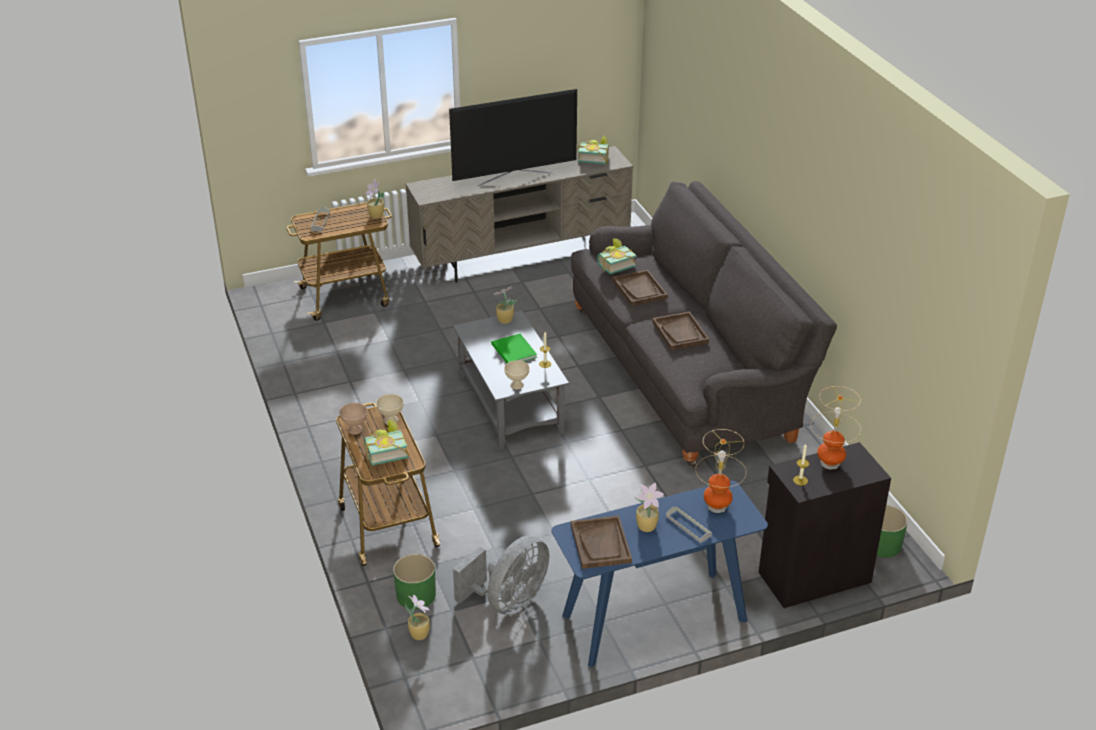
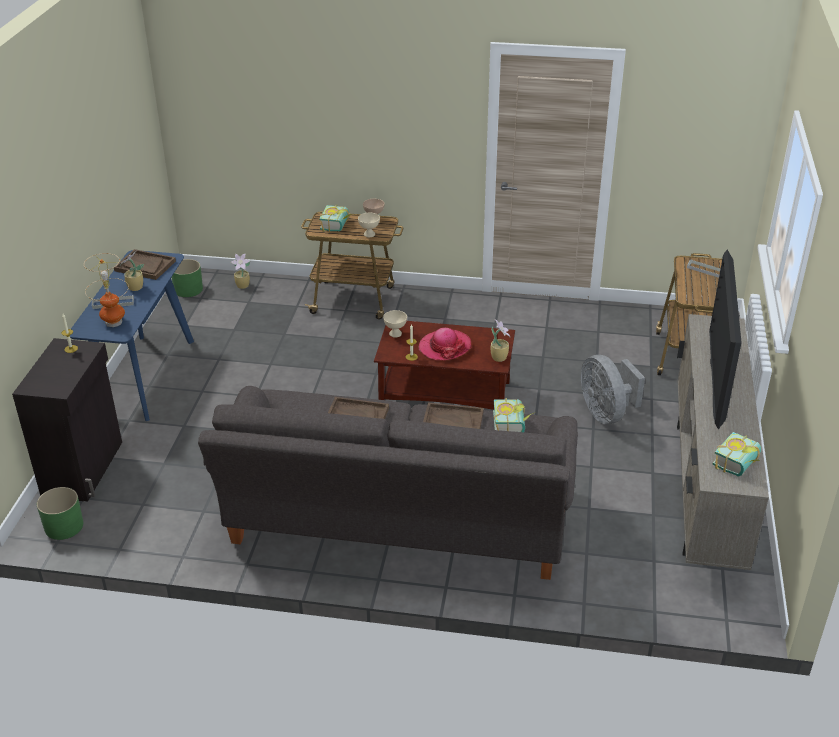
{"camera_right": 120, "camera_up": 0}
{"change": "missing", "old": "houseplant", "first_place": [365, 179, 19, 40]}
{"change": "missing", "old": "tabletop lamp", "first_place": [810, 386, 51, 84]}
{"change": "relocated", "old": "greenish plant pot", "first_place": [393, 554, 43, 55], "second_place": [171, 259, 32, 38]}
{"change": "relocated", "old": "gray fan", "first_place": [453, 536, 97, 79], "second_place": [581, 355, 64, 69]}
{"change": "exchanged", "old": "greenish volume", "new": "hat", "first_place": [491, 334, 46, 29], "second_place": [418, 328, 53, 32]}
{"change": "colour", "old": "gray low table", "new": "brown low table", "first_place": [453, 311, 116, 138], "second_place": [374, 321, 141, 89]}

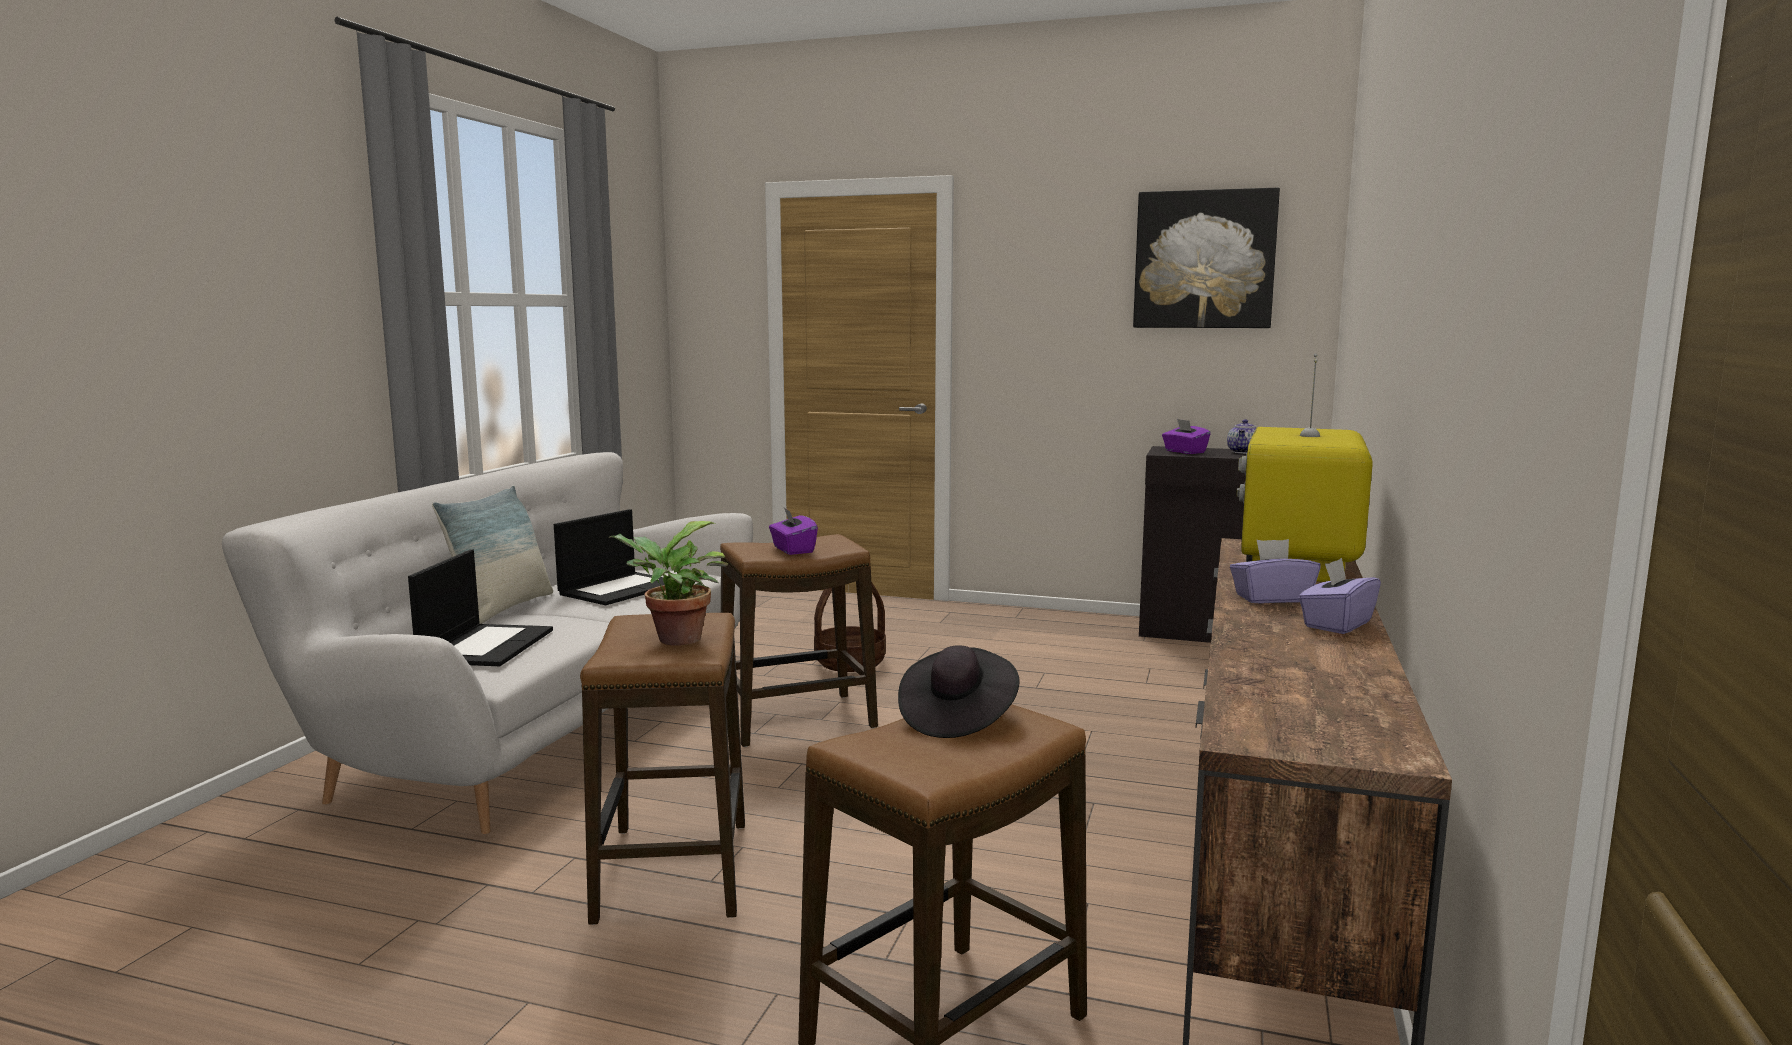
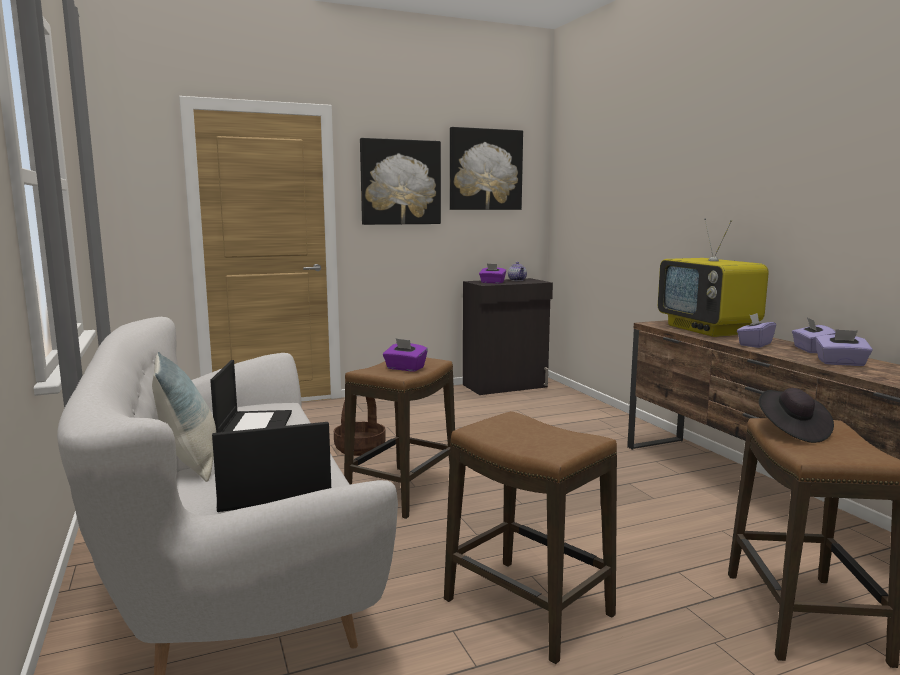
{"camera_right": -40, "camera_up": 0}
{"change": "missing", "old": "houseplant", "first_place": [609, 521, 119, 124]}
{"change": "appeared", "new": "wall picture", "second_place": [360, 138, 81, 87]}
{"change": "appeared", "new": "purplish box of tissues", "second_place": [815, 329, 58, 37]}
{"change": "spun", "old": "notebook computer", "first_place": [408, 550, 145, 116], "second_place": [212, 422, 119, 90], "degrees": -75}

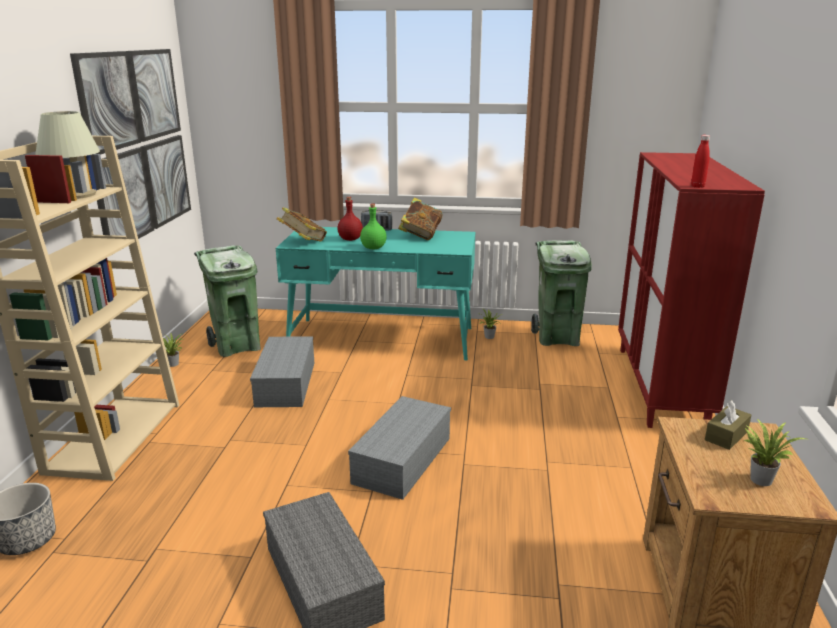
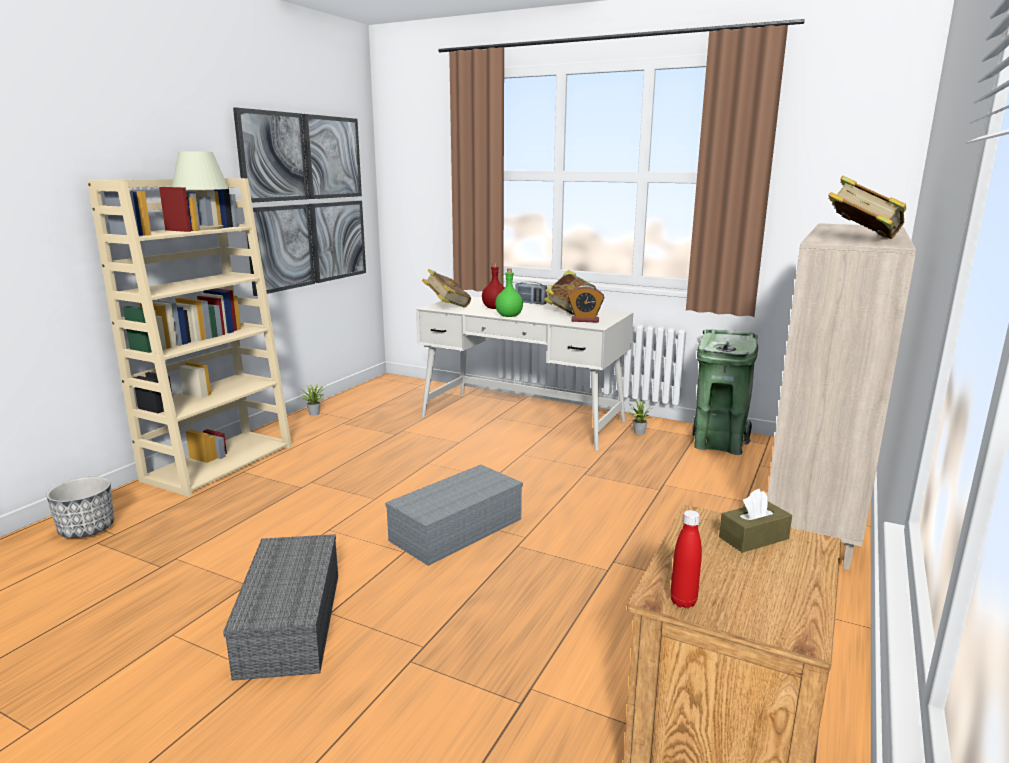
{"camera_right": 20, "camera_up": -5}
{"change": "missing", "old": "greenish waste bin", "first_place": [194, 245, 67, 112]}
{"change": "missing", "old": "gray storage bin", "first_place": [250, 336, 64, 71]}
{"change": "missing", "old": "houseplant", "first_place": [744, 419, 62, 67]}
{"change": "appeared", "new": "bedside clock", "second_place": [568, 285, 36, 38]}
{"change": "appeared", "new": "volume", "second_place": [829, 176, 77, 63]}
{"change": "relocated", "old": "red-coloured beverage bottle", "first_place": [691, 135, 19, 53], "second_place": [670, 510, 32, 98]}
{"change": "colour", "old": "turquoise-coloured desk table", "new": "white desk table", "first_place": [276, 227, 199, 133], "second_place": [416, 296, 217, 154]}
{"change": "colour", "old": "red-coloured cabinet", "new": "beige-coloured cabinet", "first_place": [618, 152, 147, 276], "second_place": [767, 223, 149, 347]}

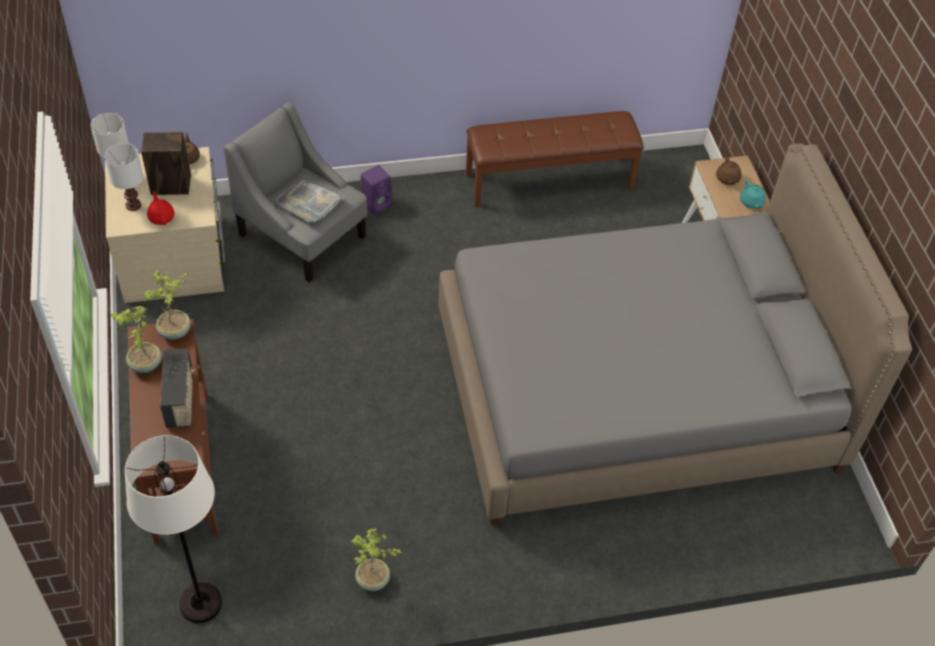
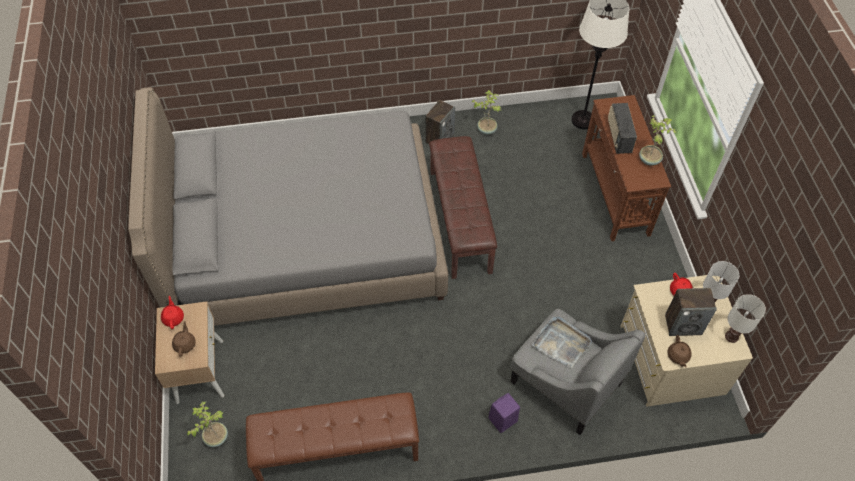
{"camera_right": -175, "camera_up": 5}
{"change": "appeared", "new": "speaker", "second_place": [426, 100, 29, 44]}
{"change": "appeared", "new": "brown indoor bench", "second_place": [429, 136, 68, 143]}
{"change": "relocated", "old": "houseplant", "first_place": [143, 270, 48, 69], "second_place": [187, 402, 41, 45]}
{"change": "colour", "old": "turquoise-coloured teapot", "new": "red-coloured teapot", "first_place": [740, 180, 26, 29], "second_place": [161, 296, 23, 33]}

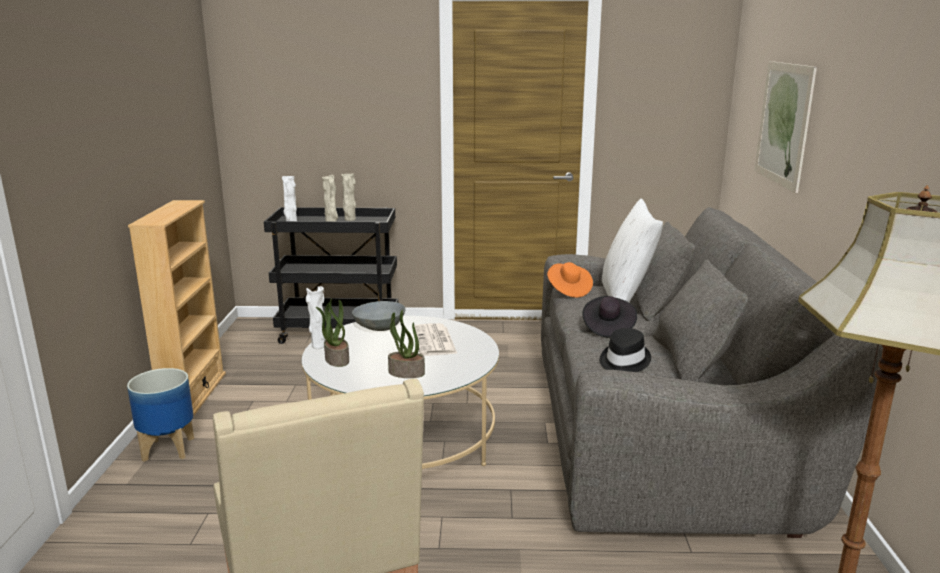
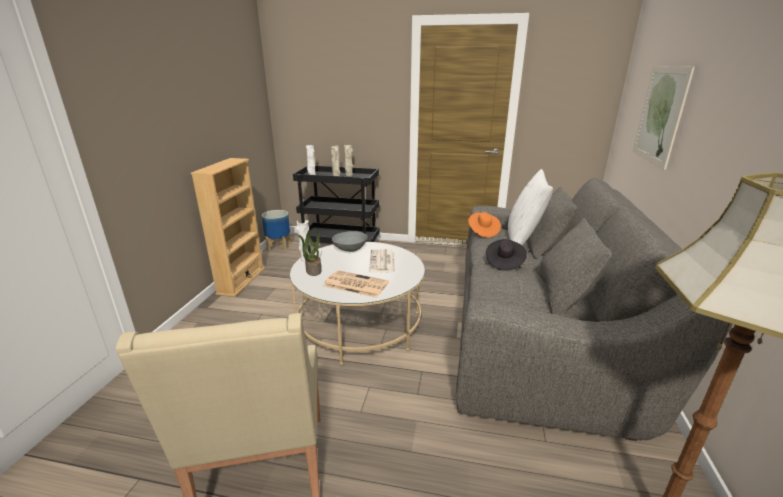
{"camera_right": 10, "camera_up": 5}
{"change": "missing", "old": "blackish hat", "first_place": [600, 328, 51, 44]}
{"change": "relocated", "old": "plant pot", "first_place": [127, 368, 67, 94], "second_place": [262, 210, 29, 41]}
{"change": "exchanged", "old": "houseplant", "new": "printed paper", "first_place": [388, 310, 37, 68], "second_place": [323, 270, 66, 28]}

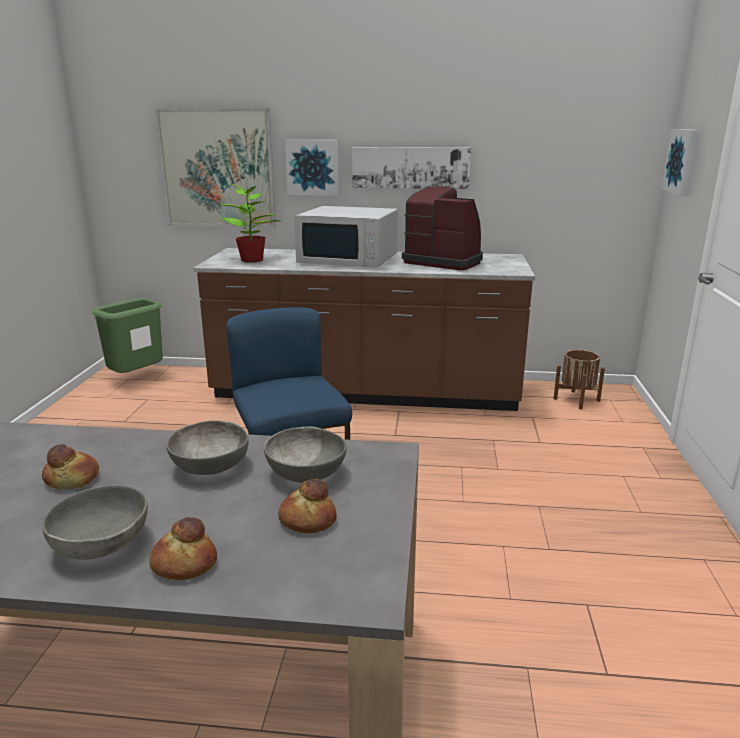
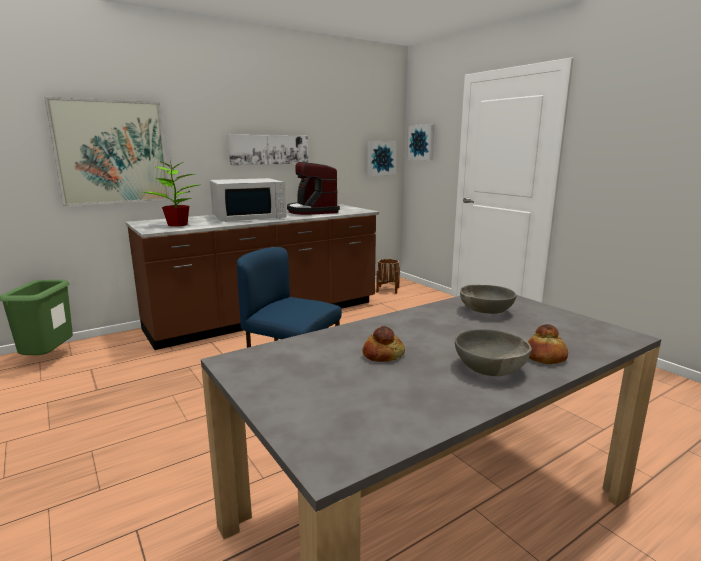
{"camera_right": -40, "camera_up": -5}
{"change": "missing", "old": "gray serving bowl", "first_place": [166, 420, 83, 55]}
{"change": "missing", "old": "bread", "first_place": [278, 479, 59, 54]}
{"change": "relocated", "old": "wall picture", "first_place": [285, 140, 55, 56], "second_place": [367, 141, 29, 35]}
{"change": "spun", "old": "coffee machine", "first_place": [402, 186, 81, 84], "second_place": [287, 162, 53, 53], "degrees": -105}

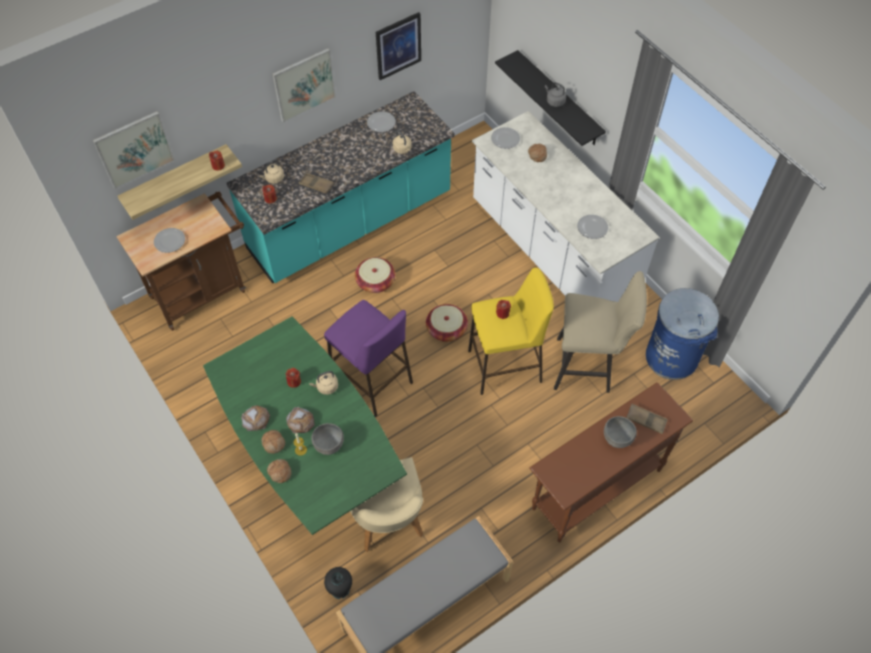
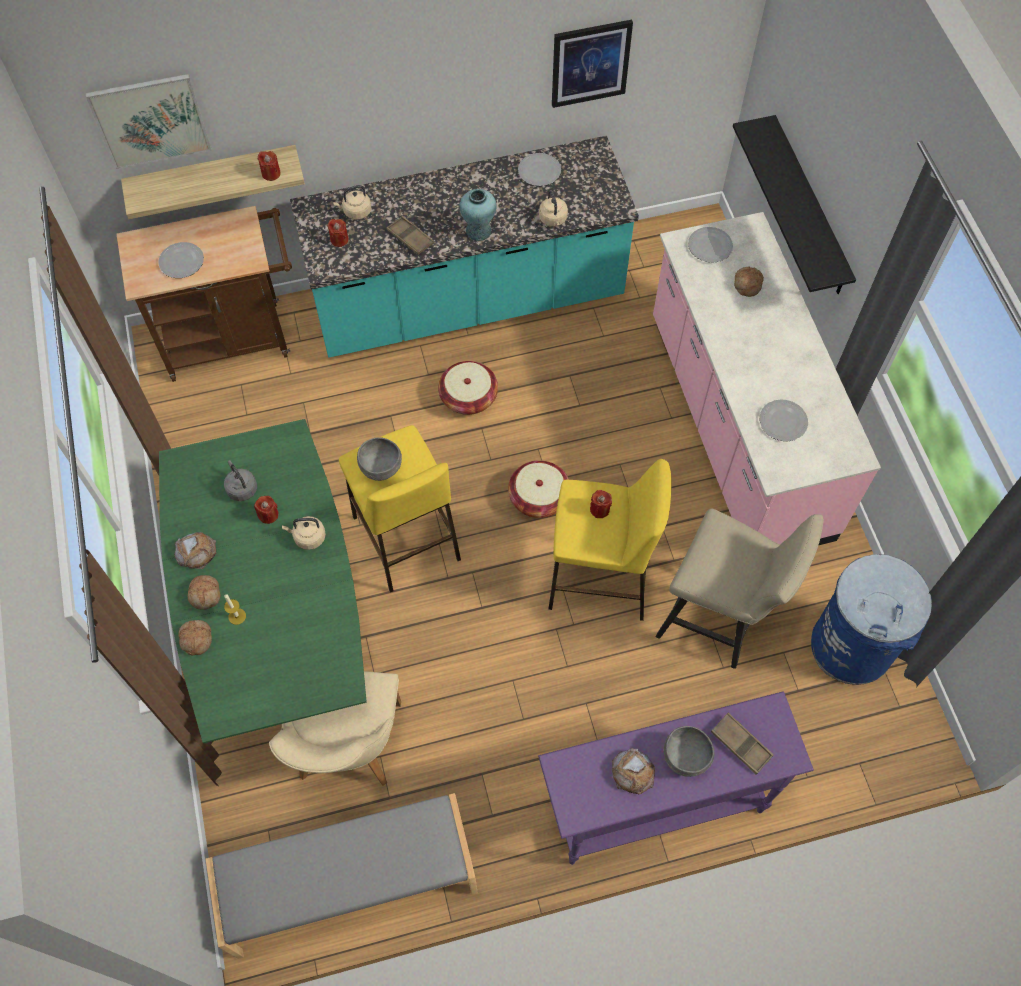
{"camera_right": 20, "camera_up": 5}
{"change": "missing", "old": "wall picture", "first_place": [273, 48, 63, 74]}
{"change": "missing", "old": "blackish flower vase", "first_place": [324, 567, 28, 32]}
{"change": "appeared", "new": "turquoise-coloured flower vase", "second_place": [460, 189, 37, 52]}
{"change": "relocated", "old": "bread", "first_place": [286, 407, 29, 26], "second_place": [612, 748, 43, 47]}
{"change": "relocated", "old": "gray serving bowl", "first_place": [311, 423, 33, 32], "second_place": [357, 437, 45, 44]}
{"change": "relocated", "old": "gray kettle", "first_place": [545, 82, 21, 25], "second_place": [224, 460, 33, 41]}
{"change": "colour", "old": "purplish sitting stool", "new": "yellow sitting stool", "first_place": [324, 300, 89, 117], "second_place": [339, 425, 122, 167]}
{"change": "colour", "old": "white counter", "new": "pink-coloured counter", "first_place": [472, 111, 188, 191], "second_place": [653, 212, 228, 333]}
{"change": "colour", "old": "brown narrow table", "new": "purplish narrow table", "first_place": [529, 382, 164, 160], "second_place": [538, 691, 276, 174]}

